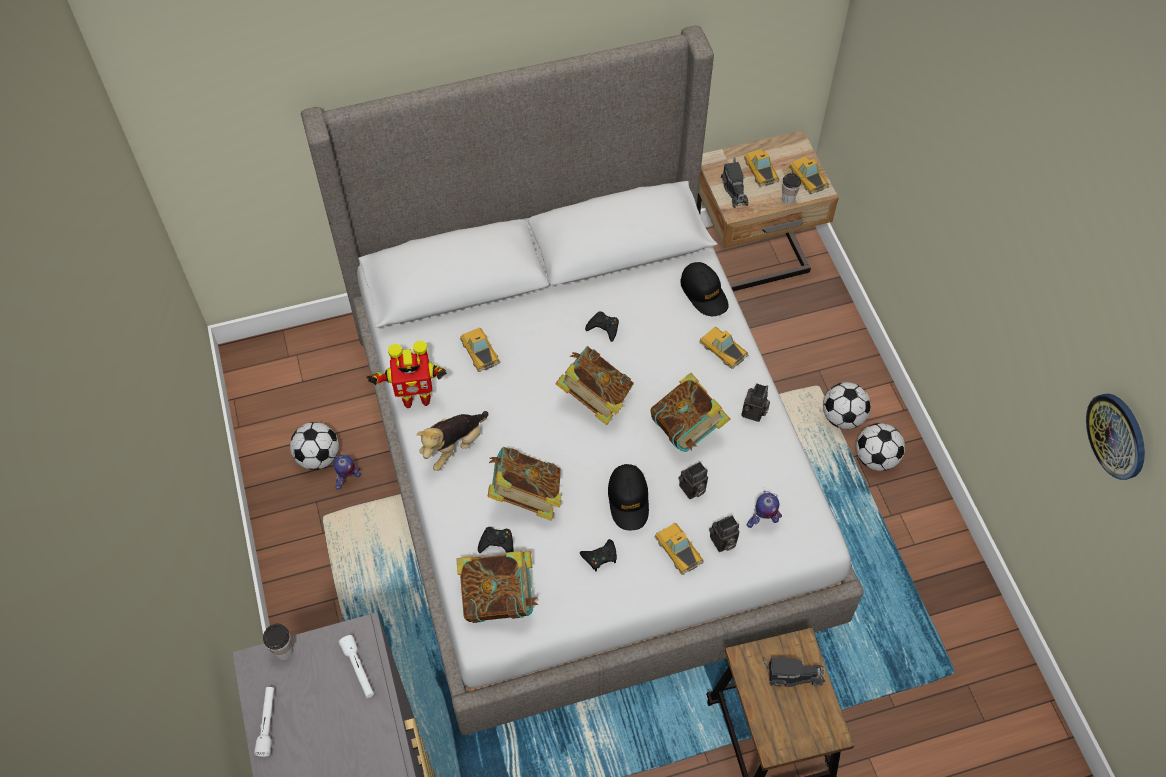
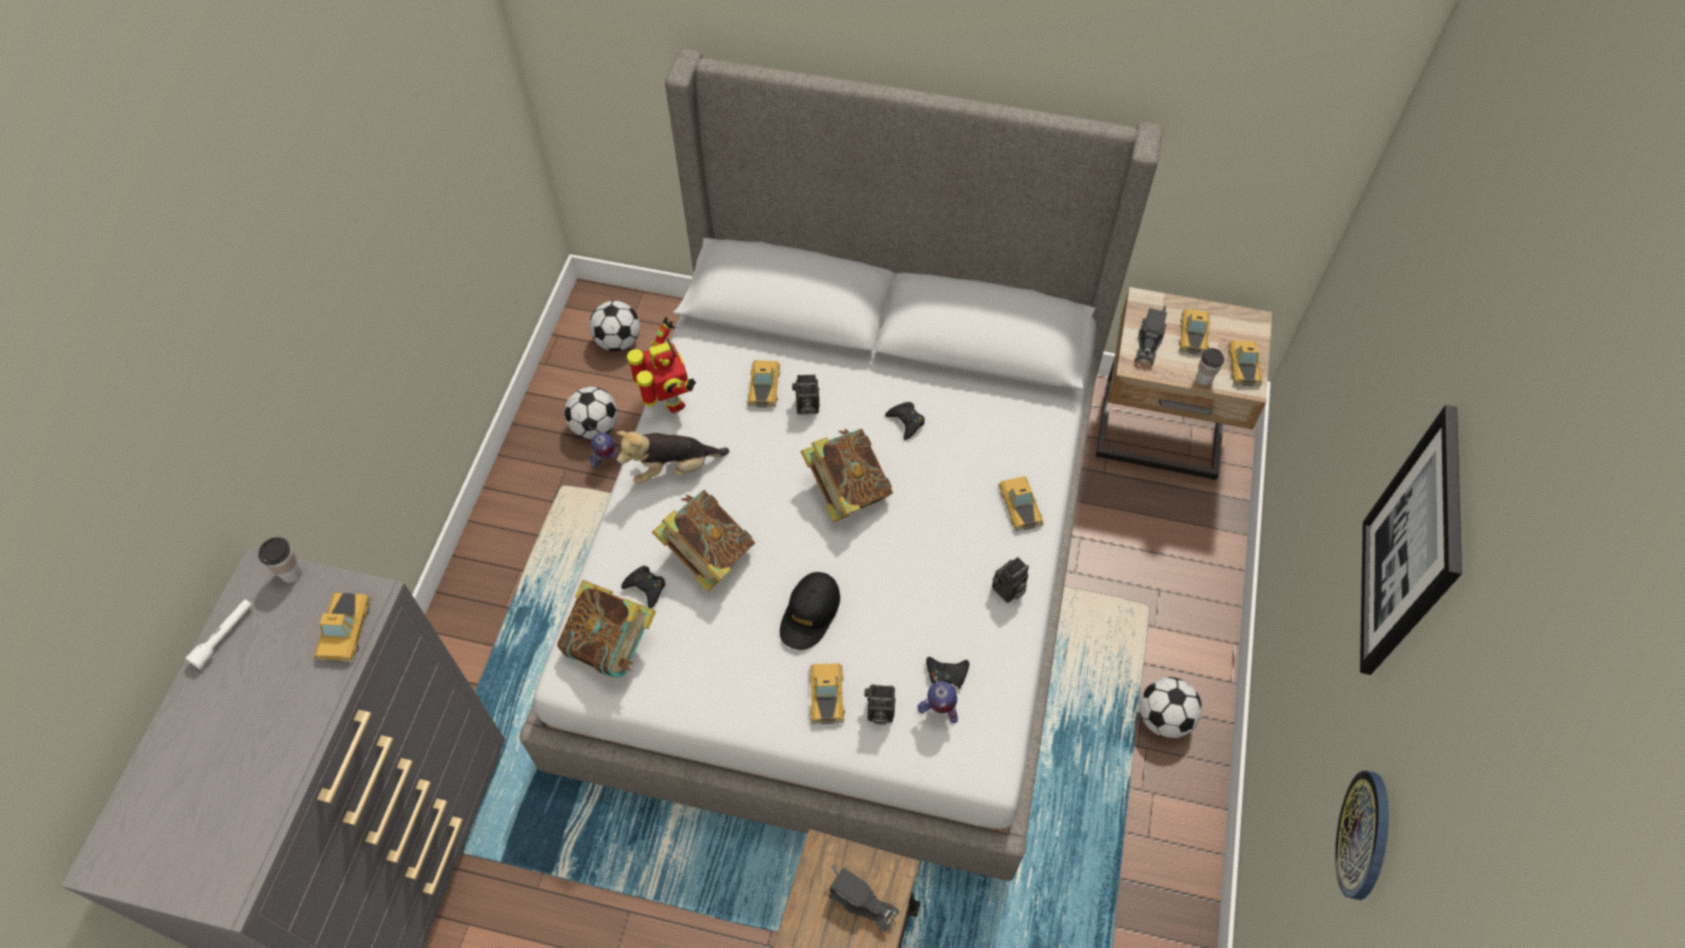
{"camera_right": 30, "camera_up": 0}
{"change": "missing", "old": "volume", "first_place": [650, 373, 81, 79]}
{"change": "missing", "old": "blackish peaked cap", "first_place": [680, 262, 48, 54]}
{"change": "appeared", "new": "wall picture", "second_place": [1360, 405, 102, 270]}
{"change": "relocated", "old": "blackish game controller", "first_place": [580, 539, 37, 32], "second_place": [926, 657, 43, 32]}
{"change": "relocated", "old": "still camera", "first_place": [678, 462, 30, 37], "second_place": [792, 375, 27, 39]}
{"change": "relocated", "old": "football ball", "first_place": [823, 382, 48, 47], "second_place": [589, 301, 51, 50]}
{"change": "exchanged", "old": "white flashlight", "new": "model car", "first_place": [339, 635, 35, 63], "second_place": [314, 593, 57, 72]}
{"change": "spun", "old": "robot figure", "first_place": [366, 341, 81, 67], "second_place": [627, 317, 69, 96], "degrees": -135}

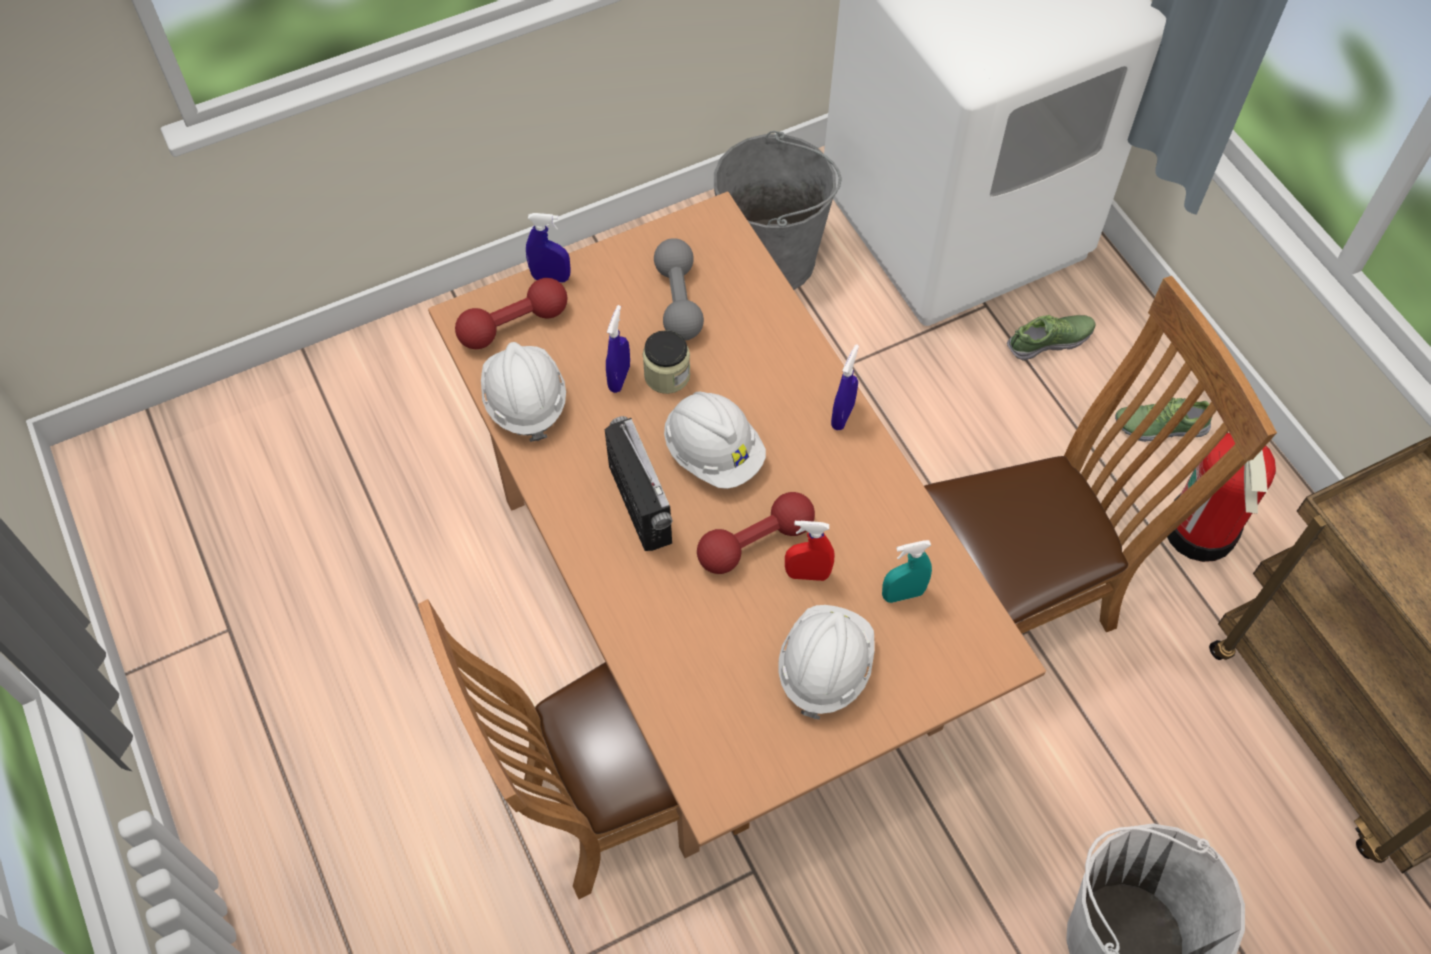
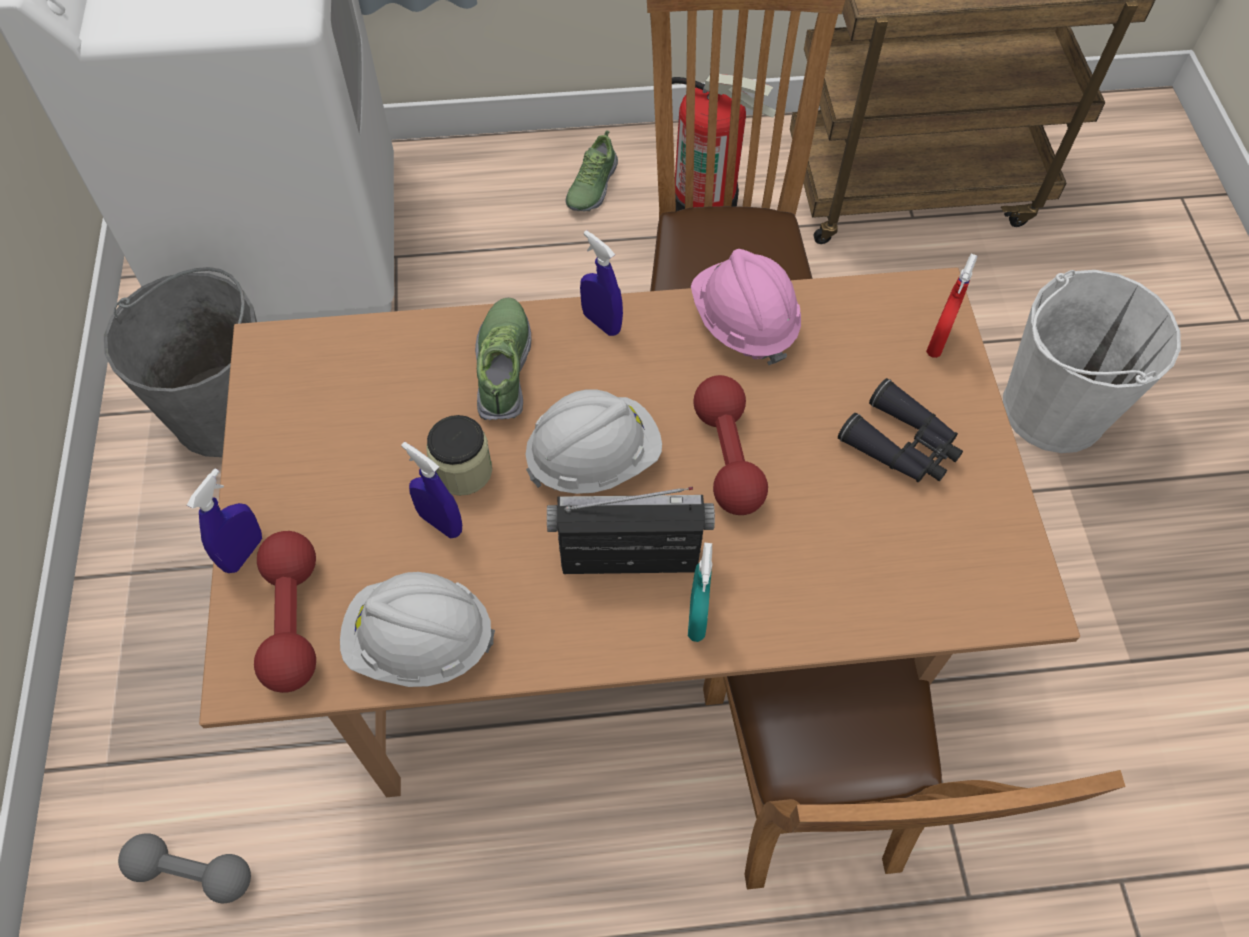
{"camera_right": -70, "camera_up": 0}
{"change": "appeared", "new": "pink-coloured hard hat", "second_place": [691, 249, 110, 116]}
{"change": "relocated", "old": "gray free weight", "first_place": [654, 238, 50, 103], "second_place": [118, 833, 133, 70]}
{"change": "relocated", "old": "red-coloured spray bottle", "first_place": [785, 521, 50, 60], "second_place": [926, 254, 51, 104]}
{"change": "relocated", "old": "turquoise-coloured spray bottle", "first_place": [882, 540, 50, 63], "second_place": [688, 543, 24, 99]}
{"change": "relocated", "old": "low shoe", "first_place": [1007, 315, 88, 46], "second_place": [475, 298, 56, 122]}
{"change": "exchanged", "old": "white hard hat", "new": "blackish pair of binoculars", "first_place": [778, 605, 97, 115], "second_place": [838, 378, 125, 104]}

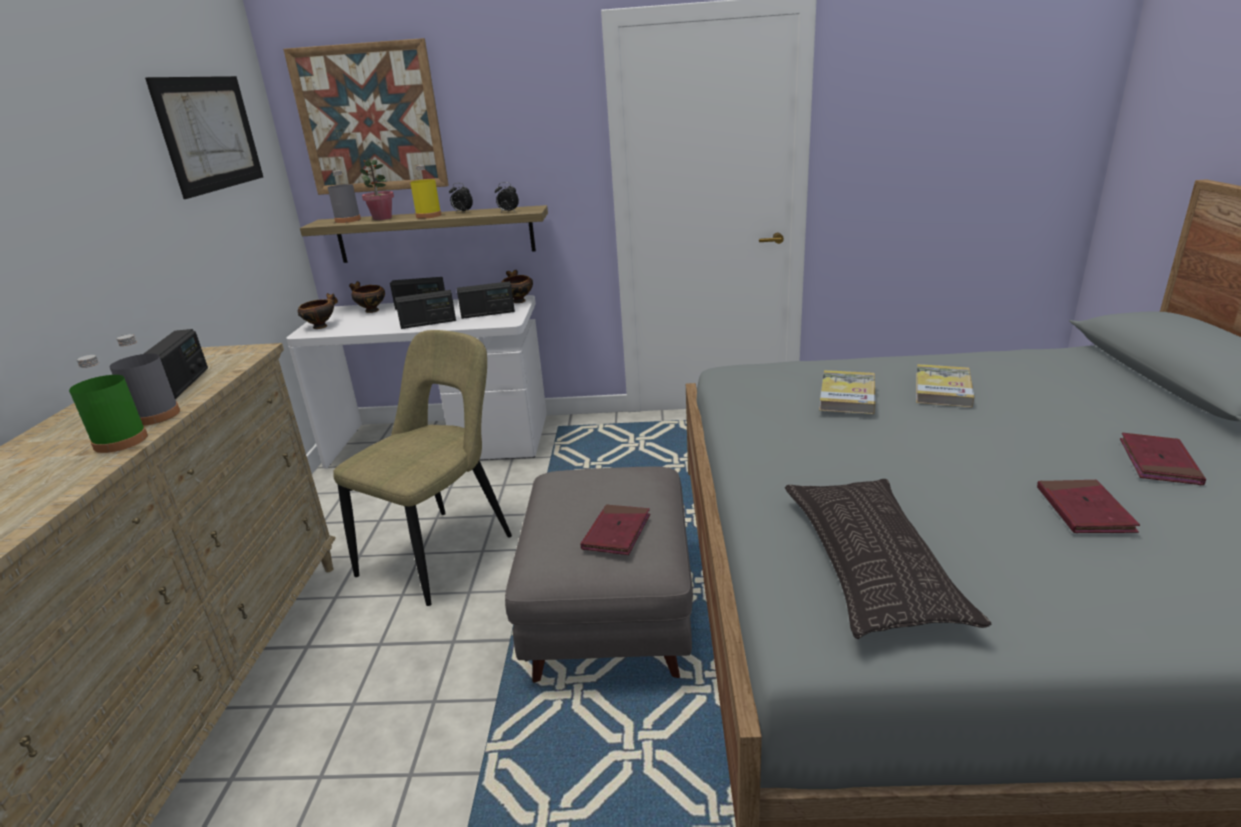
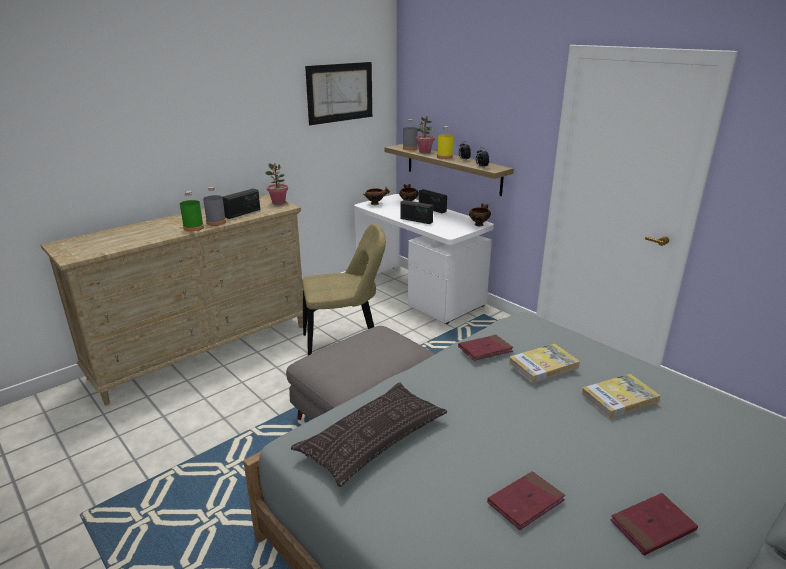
{"camera_right": 45, "camera_up": 0}
{"change": "missing", "old": "wall picture", "first_place": [283, 38, 166, 157]}
{"change": "missing", "old": "radio", "first_place": [457, 281, 58, 38]}
{"change": "appeared", "new": "houseplant", "second_place": [265, 163, 23, 42]}
{"change": "relocated", "old": "red-coloured volume", "first_place": [581, 504, 69, 51], "second_place": [458, 334, 55, 27]}

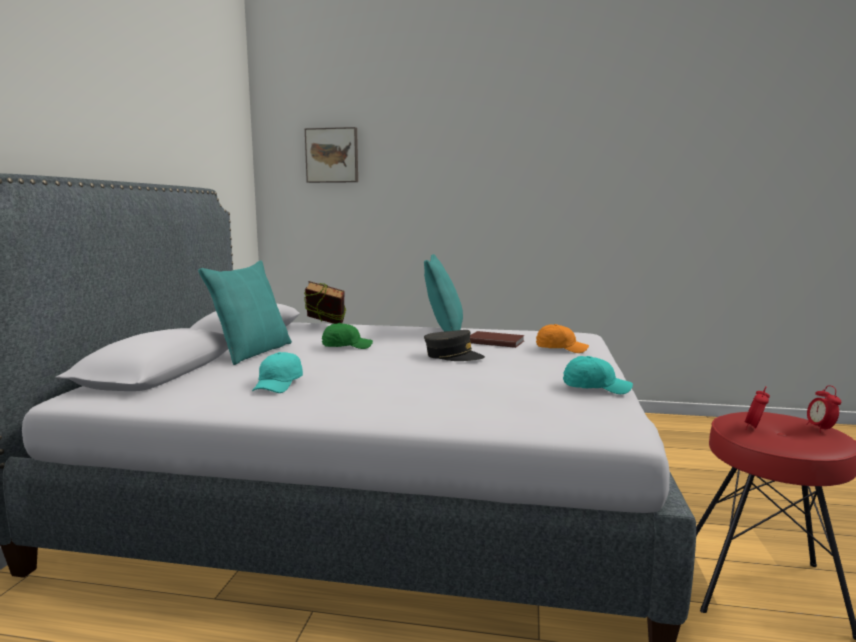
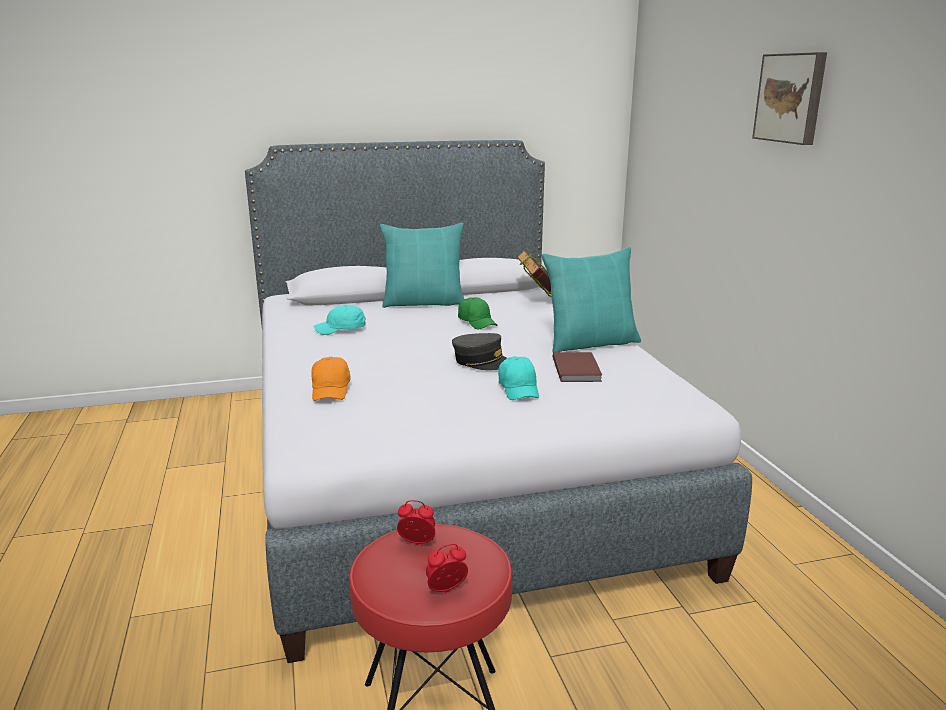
{"camera_right": 65, "camera_up": 10}
{"change": "relocated", "old": "wall picture", "first_place": [305, 127, 53, 56], "second_place": [752, 52, 75, 93]}
{"change": "relocated", "old": "orangey peaked cap", "first_place": [536, 324, 53, 29], "second_place": [311, 357, 40, 44]}
{"change": "relocated", "old": "turquoise-coloured peaked cap", "first_place": [563, 356, 70, 38], "second_place": [498, 356, 41, 44]}
{"change": "spun", "old": "gray peaked cap", "first_place": [424, 330, 61, 31], "second_place": [452, 333, 55, 37], "degrees": -60}

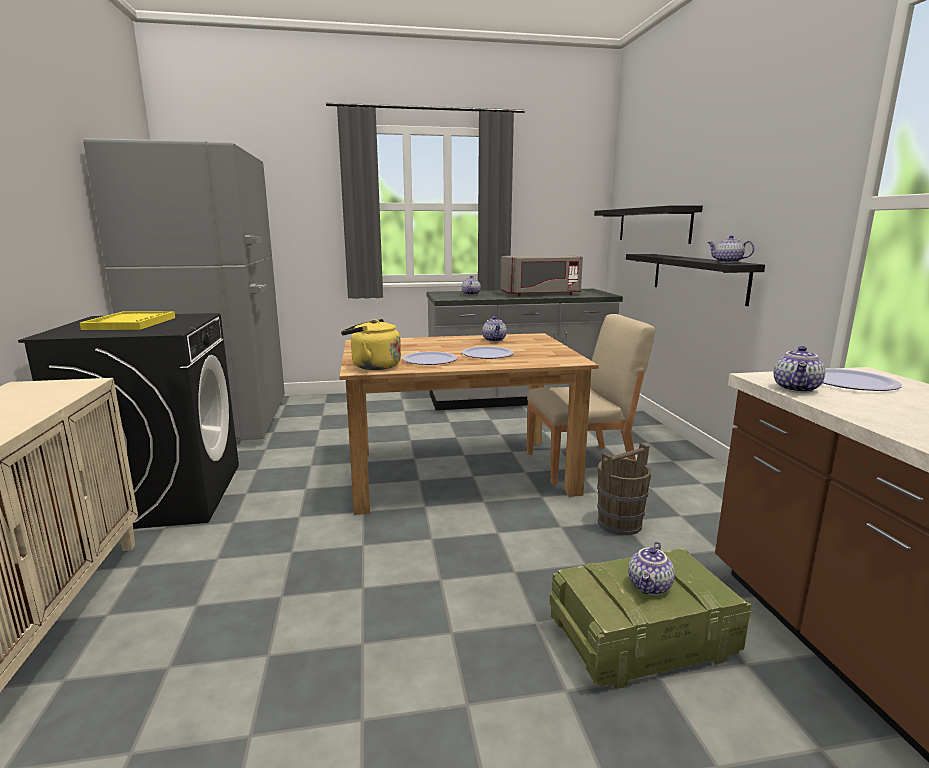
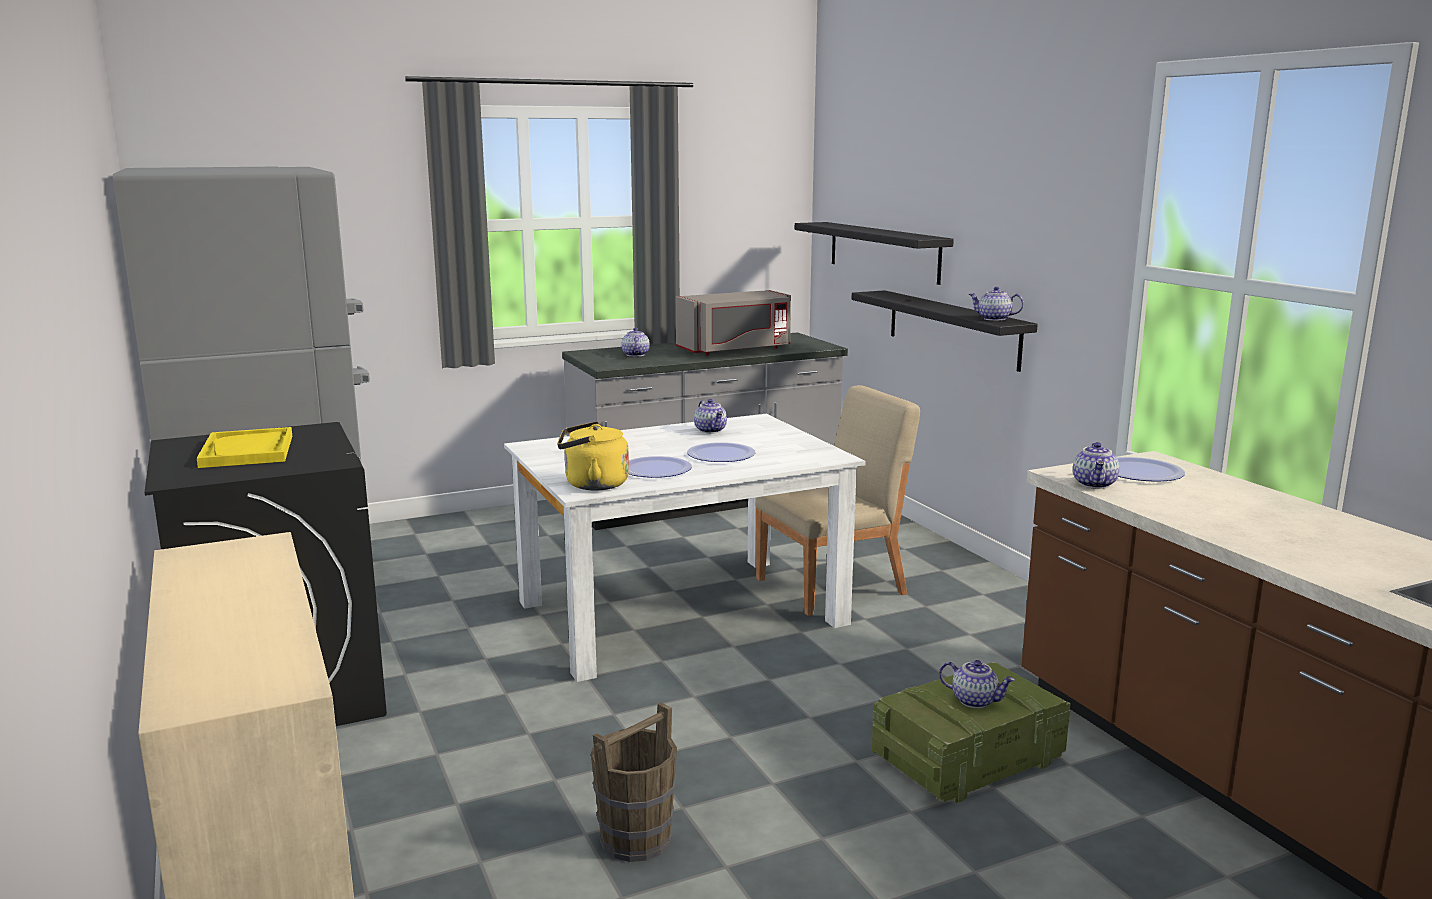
{"camera_right": -15, "camera_up": 0}
{"change": "relocated", "old": "brown pail", "first_place": [597, 443, 55, 92], "second_place": [591, 702, 86, 160]}
{"change": "colour", "old": "brown dinner table", "new": "white dinner table", "first_place": [339, 333, 260, 182], "second_place": [504, 414, 362, 268]}
{"change": "spun", "old": "teapot", "first_place": [628, 542, 47, 53], "second_place": [939, 660, 76, 48], "degrees": -75}

